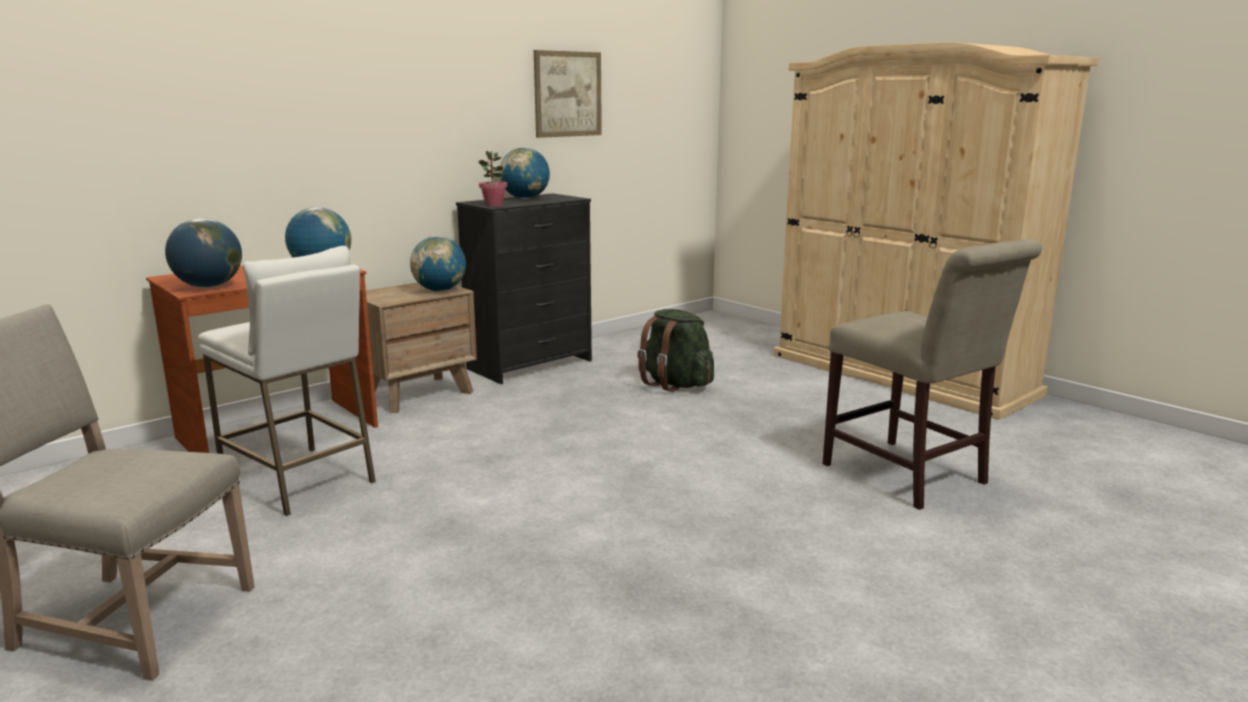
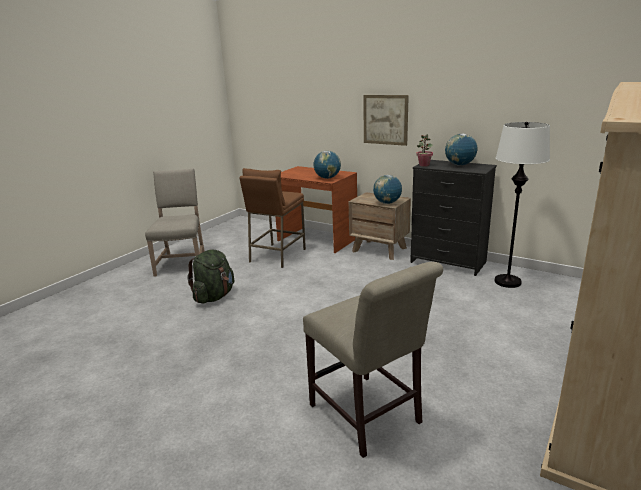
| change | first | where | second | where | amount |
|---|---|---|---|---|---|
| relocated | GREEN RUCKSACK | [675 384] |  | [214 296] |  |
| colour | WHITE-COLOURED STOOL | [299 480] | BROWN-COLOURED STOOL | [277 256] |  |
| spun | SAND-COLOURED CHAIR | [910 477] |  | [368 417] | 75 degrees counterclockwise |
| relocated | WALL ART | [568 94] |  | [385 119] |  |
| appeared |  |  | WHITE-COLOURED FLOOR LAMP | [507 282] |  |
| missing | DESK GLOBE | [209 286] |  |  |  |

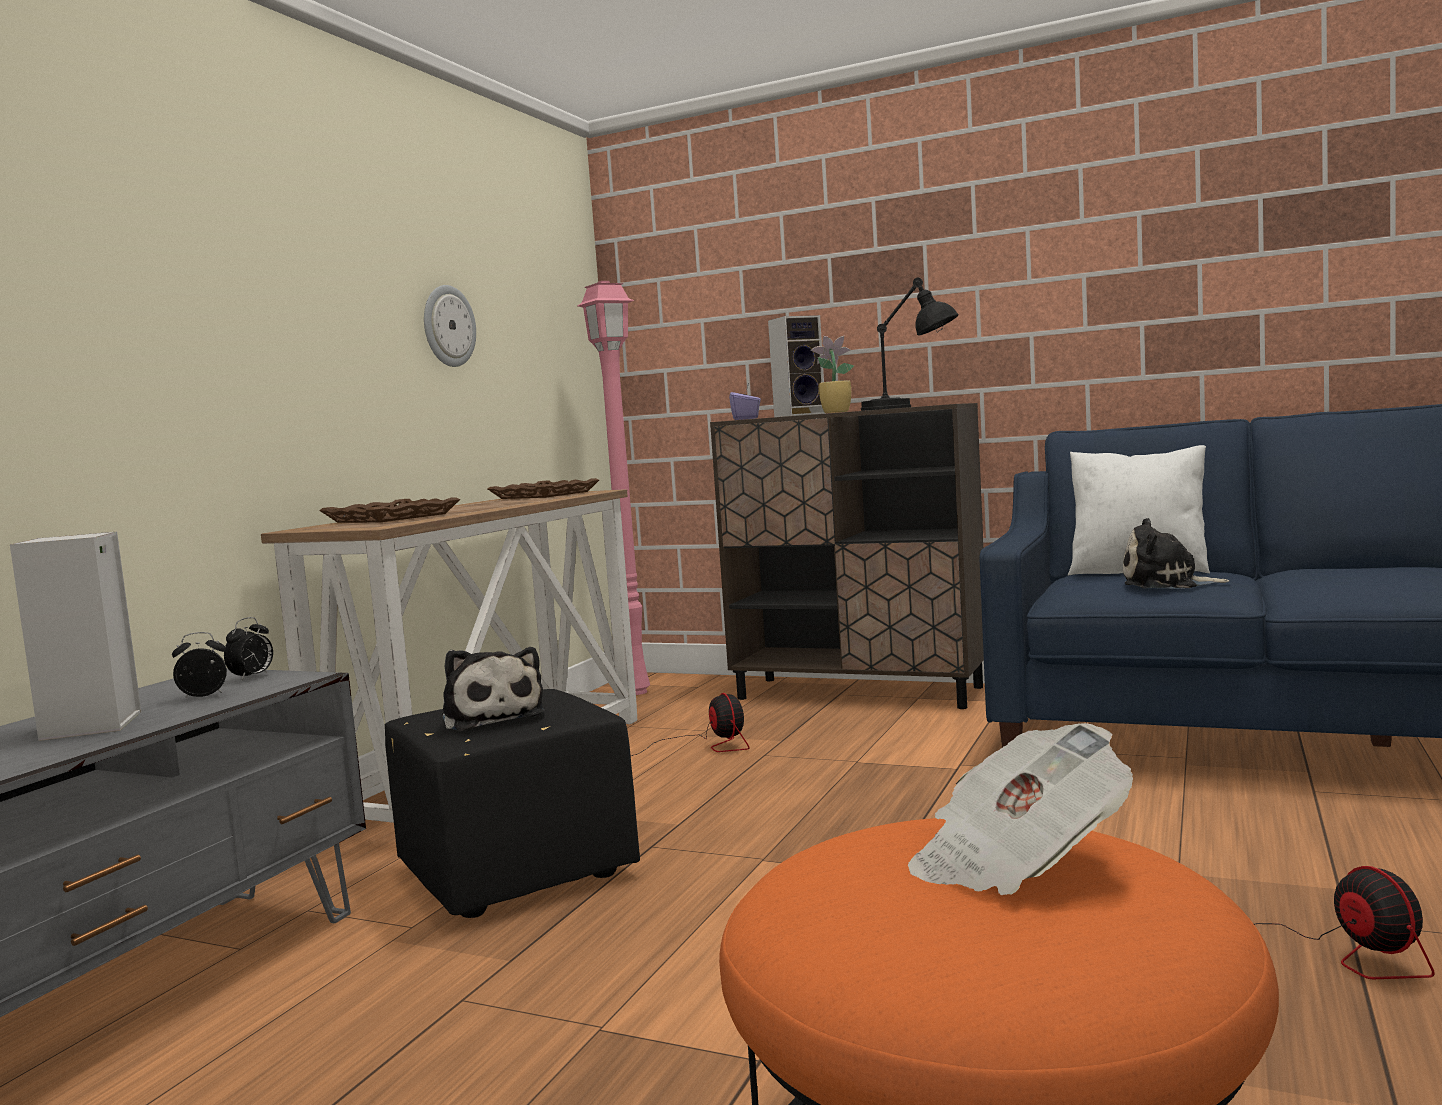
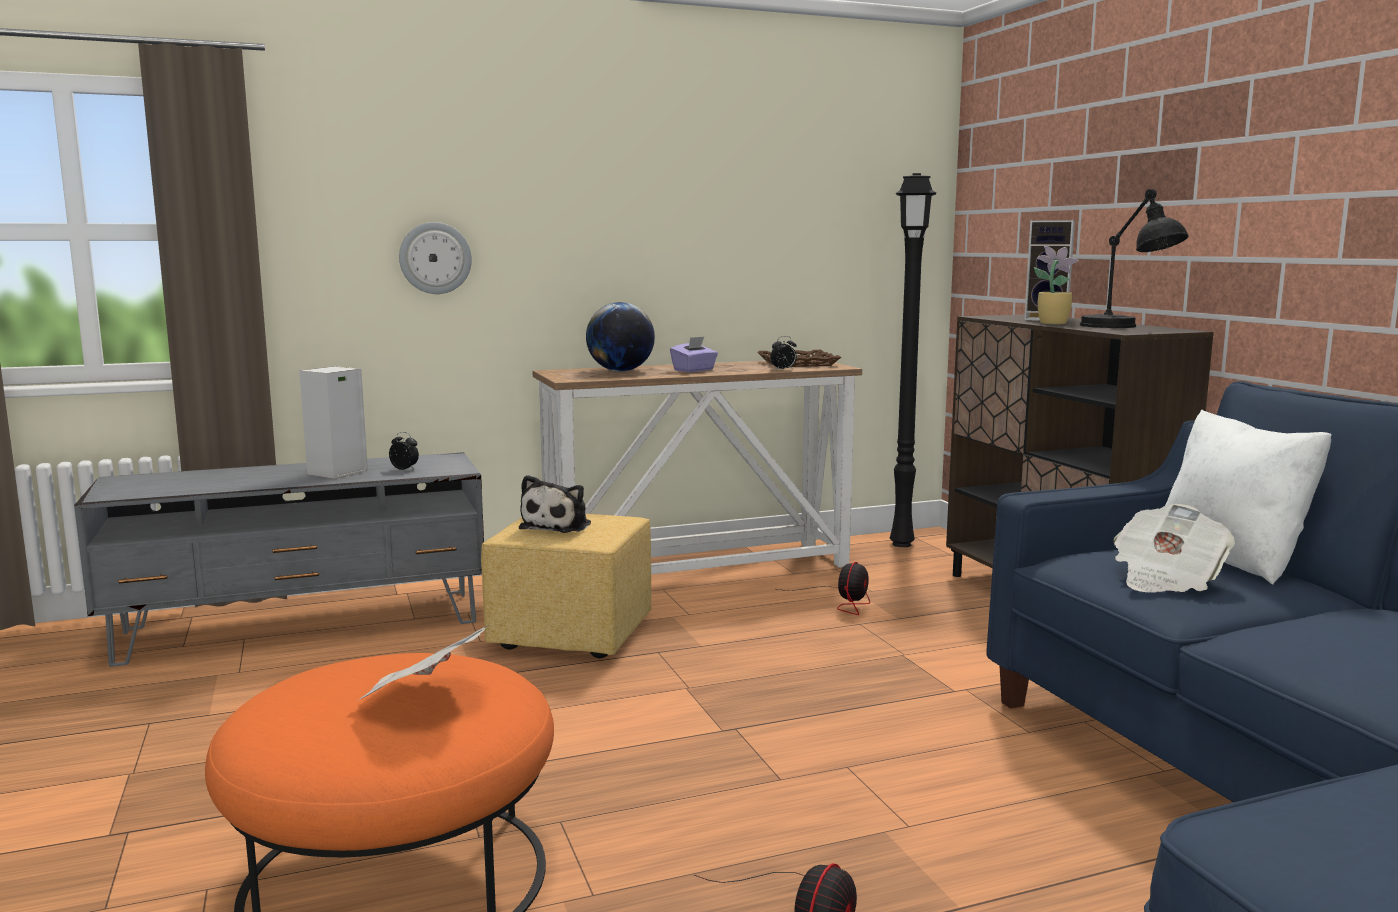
| change | first | where | second | where | amount |
|---|---|---|---|---|---|
| relocated | HANGING CLOCK | [448 326] |  | [435 258] |  |
| colour | BLACKISH POUFFE | [516 872] | YELLOW POUFFE | [573 635] |  |
| exchanged | BROWN-COLOURED CARRYING TRAY | [392 518] | DESK GLOBE | [620 371] |  |
| relocated | PURPLE TISSUE HOLDER | [746 419] |  | [694 370] |  |
| relocated | ALARM CLOCK | [252 677] |  | [783 370] |  |
| colour | PINK FLOOR LAMP | [637 691] | BLACKISH FLOOR LAMP | [903 544] |  |
| exchanged | SOFT TOY | [1166 584] | PRINTED PAPER | [1166 579] |  |

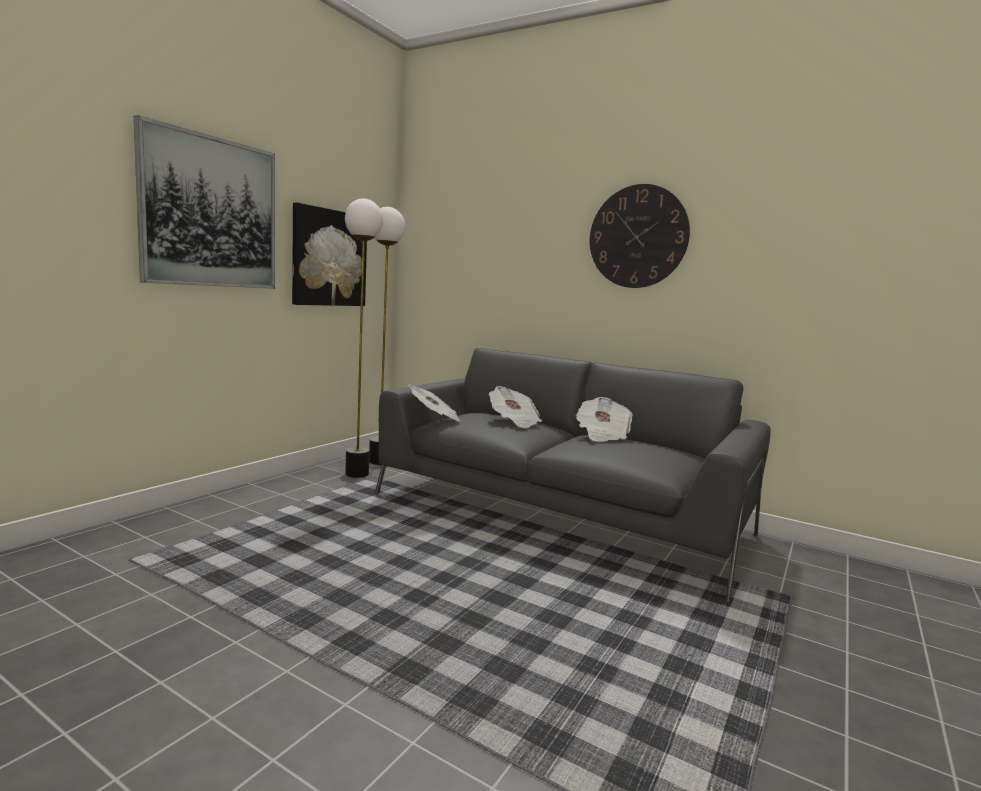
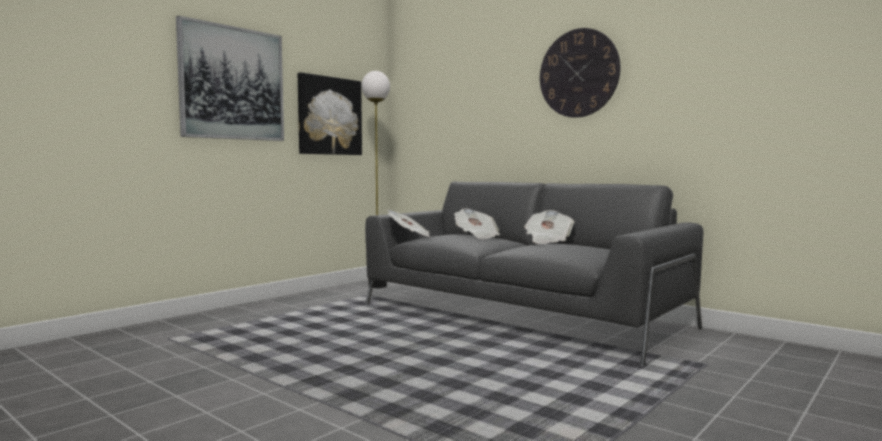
| change | first | where | second | where | amount |
|---|---|---|---|---|---|
| missing | FLOOR LAMP | [356 474] |  |  |  |

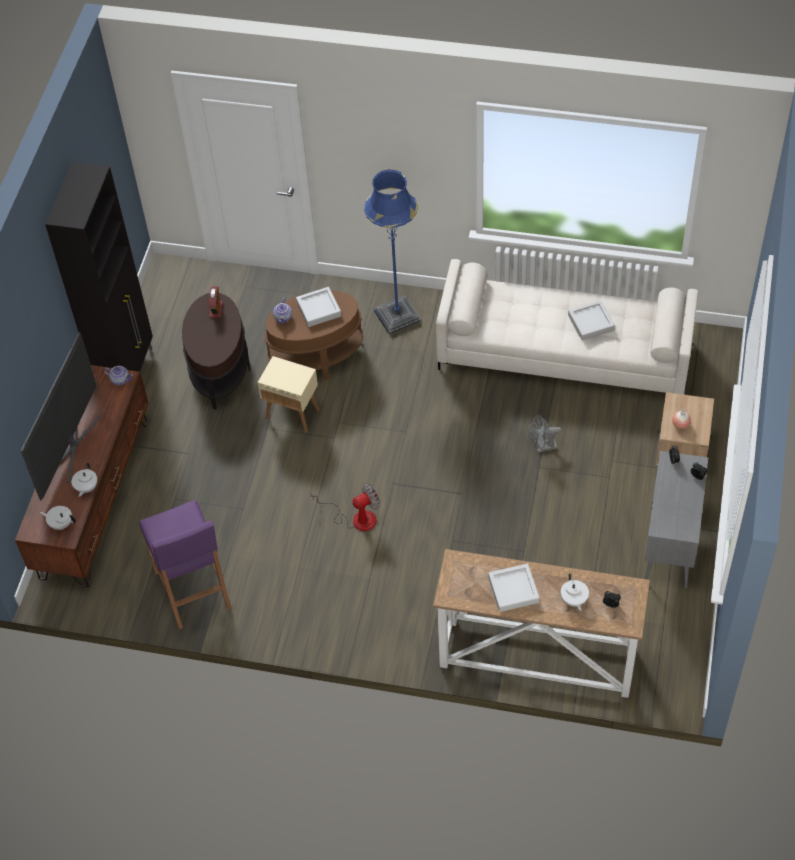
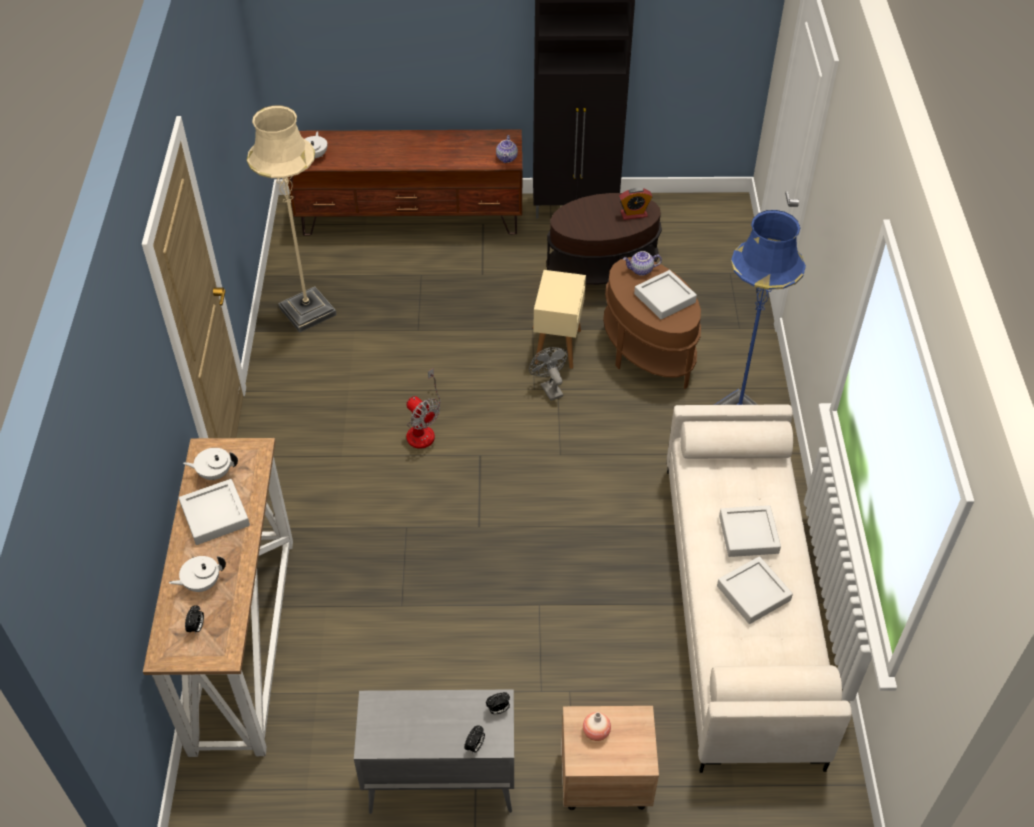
| change | first | where | second | where | amount |
|---|---|---|---|---|---|
| relocated | WHITE-COLOURED POT FOR TEA | [86 487] |  | [214 473] |  |
| exchanged | PURPLE STOOL | [193 590] | SAND-COLOURED FLOOR LAMP | [307 311] |  |
| relocated | GREY ELECTRIC FAN | [542 447] |  | [549 388] |  |
| appeared |  |  | GREY CARRYING TRAY | [748 534] |  |
| missing | TV | [71 446] |  |  |  |

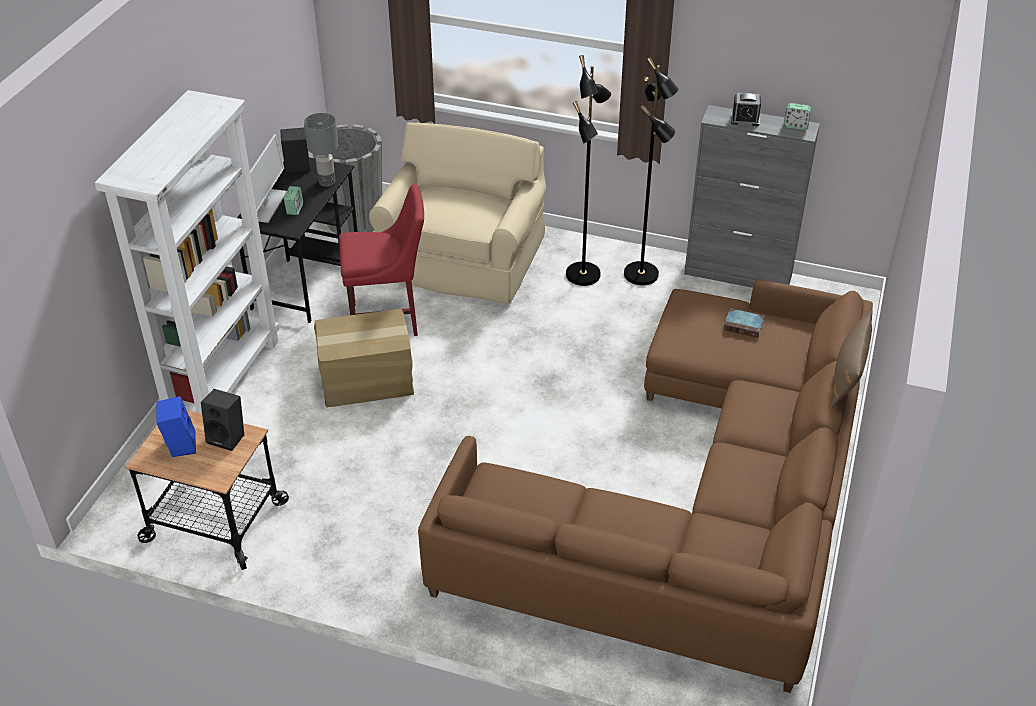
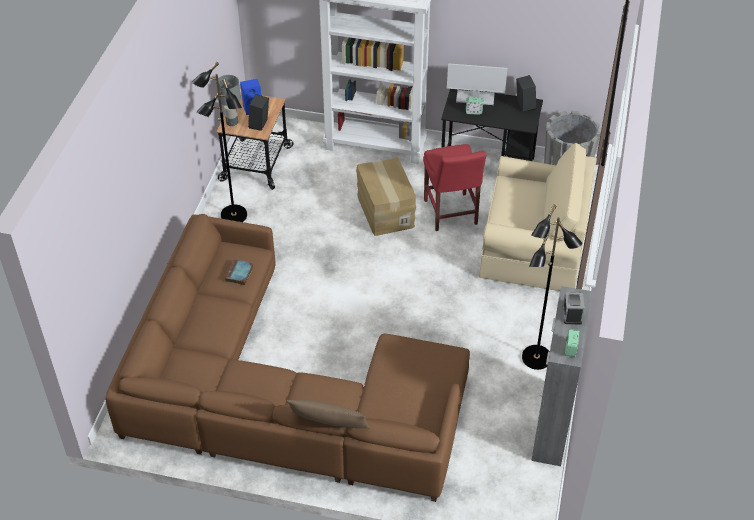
| change | first | where | second | where | amount |
|---|---|---|---|---|---|
| relocated | BLACKISH FLOOR LAMP | [584 275] |  | [233 216] |  |
| relocated | GREY TABLETOP LAMP | [326 182] |  | [232 122] |  |
| relocated | BOUND BOOK | [744 326] |  | [239 274] |  |

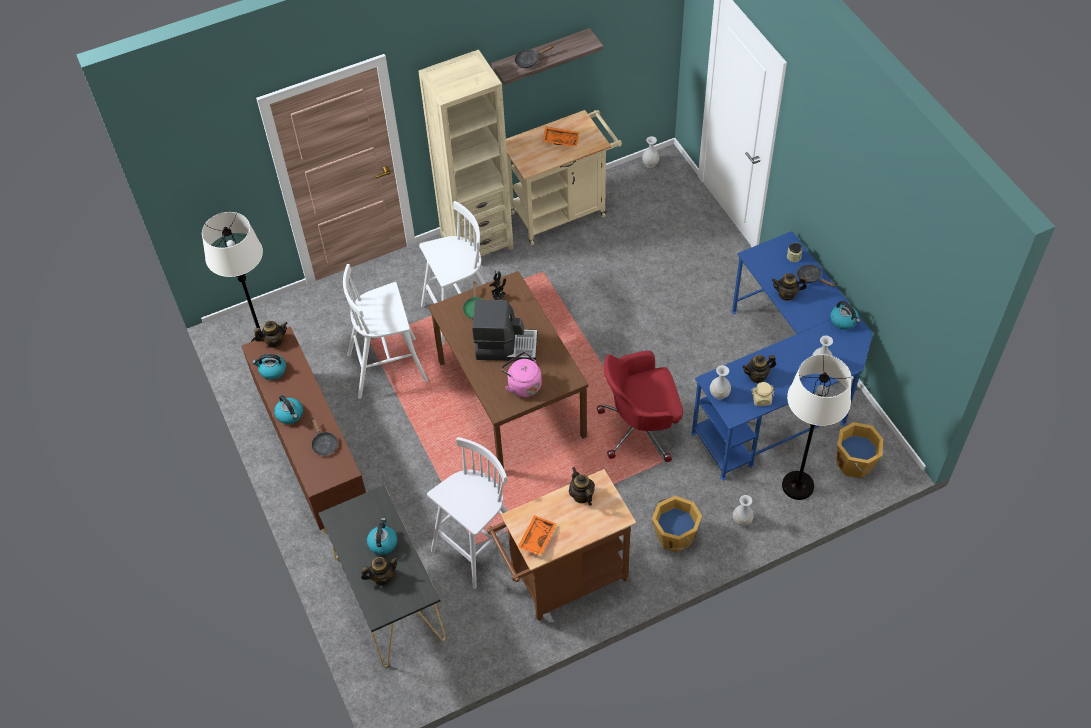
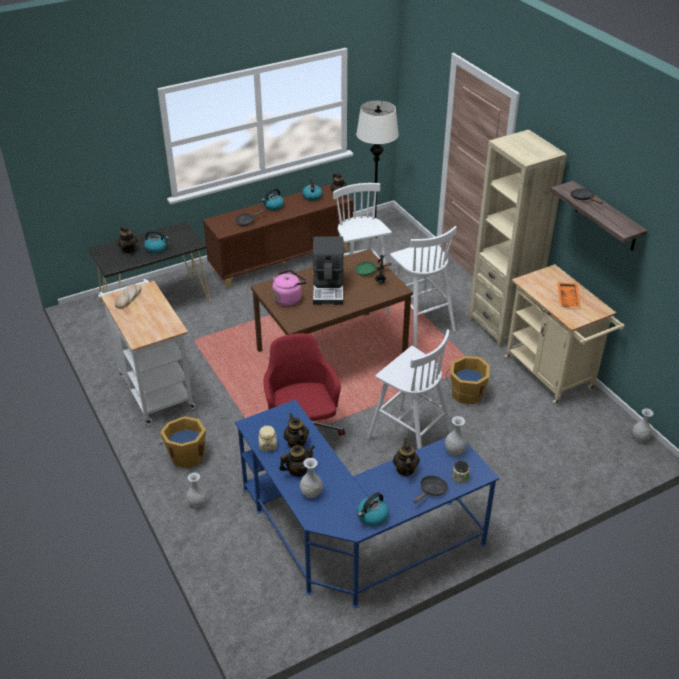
| change | first | where | second | where | amount |
|---|---|---|---|---|---|
| colour | BROWN-COLOURED TROLLEY | [562 581] | WHITE-COLOURED TROLLEY | [154 388] |  |
| exchanged | ORANGE CARRYING TRAY | [536 538] | BREAD | [128 298] |  |
| relocated | POT FOR TEA | [581 495] |  | [297 470] |  |
| relocated | WHITE-COLOURED STOOL | [478 546] |  | [409 438] |  |
| relocated | ORANGE BUCKET | [855 462] |  | [467 394] |  |
| relocated | WHITE-COLOURED VASE | [719 394] |  | [454 450] |  |
| missing | WHITE-COLOURED FLOOR LAMP | [797 486] |  |  |  |

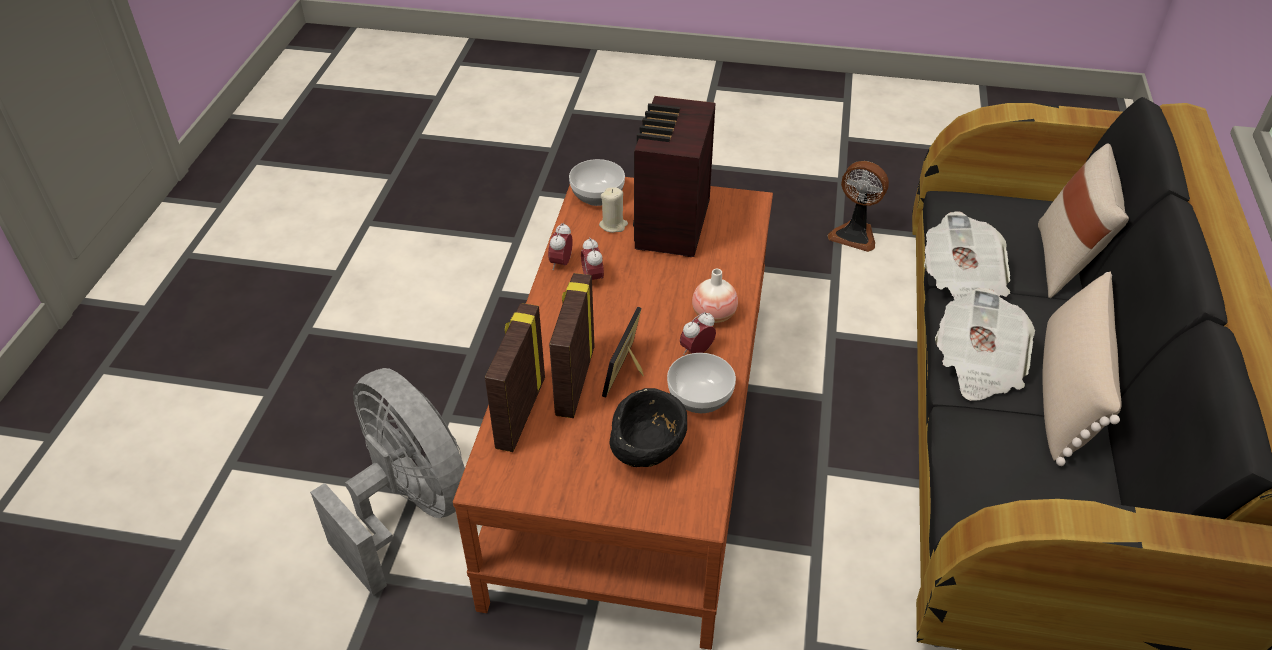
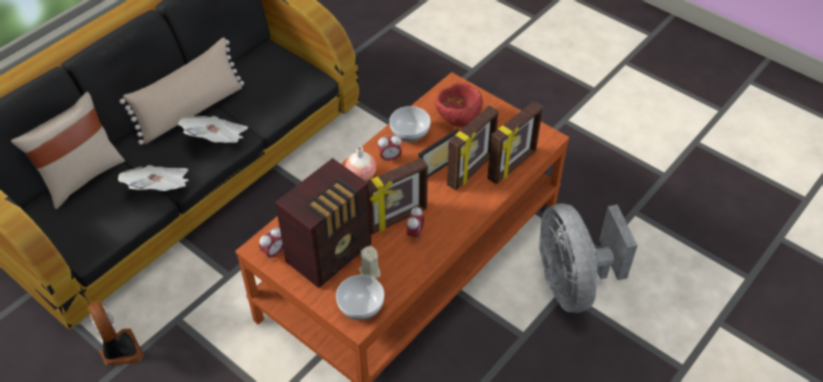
| change | first | where | second | where | amount |
|---|---|---|---|---|---|
| relocated | ALARM CLOCK | [561 263] |  | [274 253] |  |
| appeared |  |  | PHOTO FRAME | [396 219] |  |
| colour | BLACKISH BOWL | [648 453] | RED BOWL | [457 119] |  |

